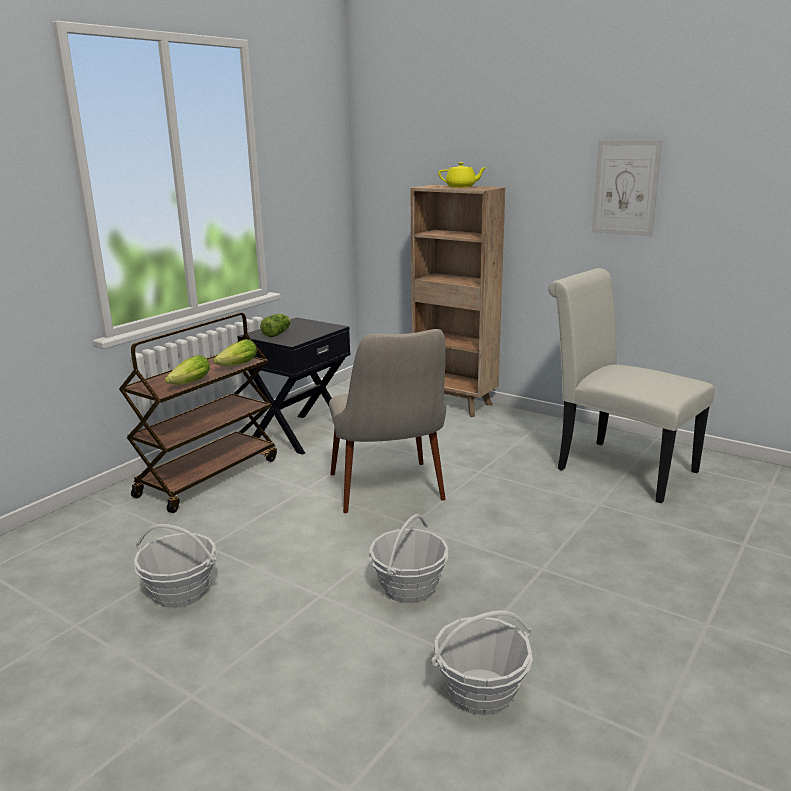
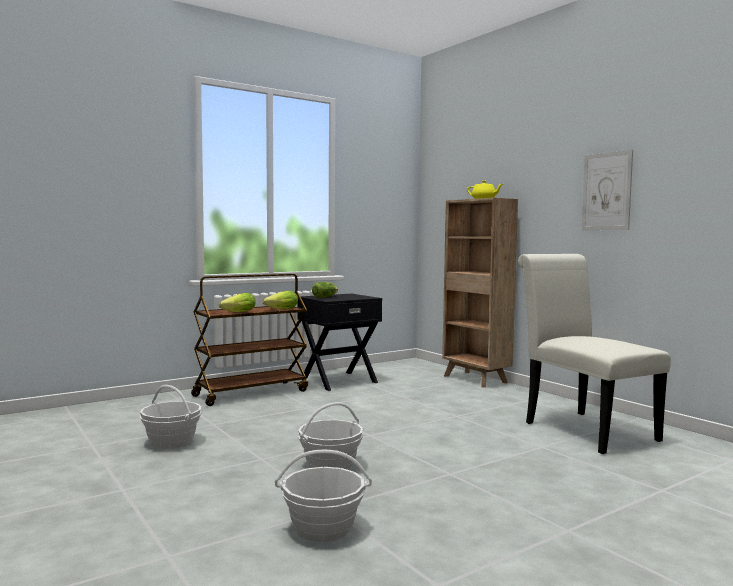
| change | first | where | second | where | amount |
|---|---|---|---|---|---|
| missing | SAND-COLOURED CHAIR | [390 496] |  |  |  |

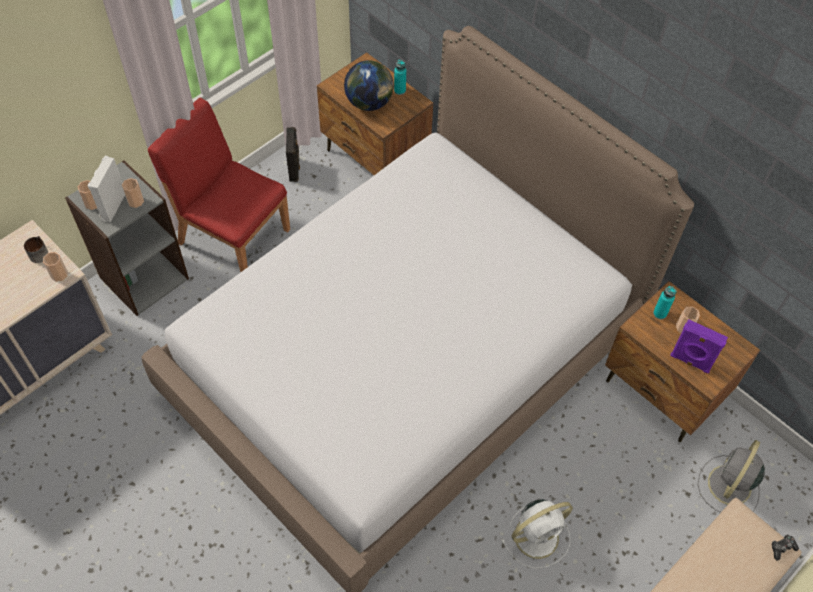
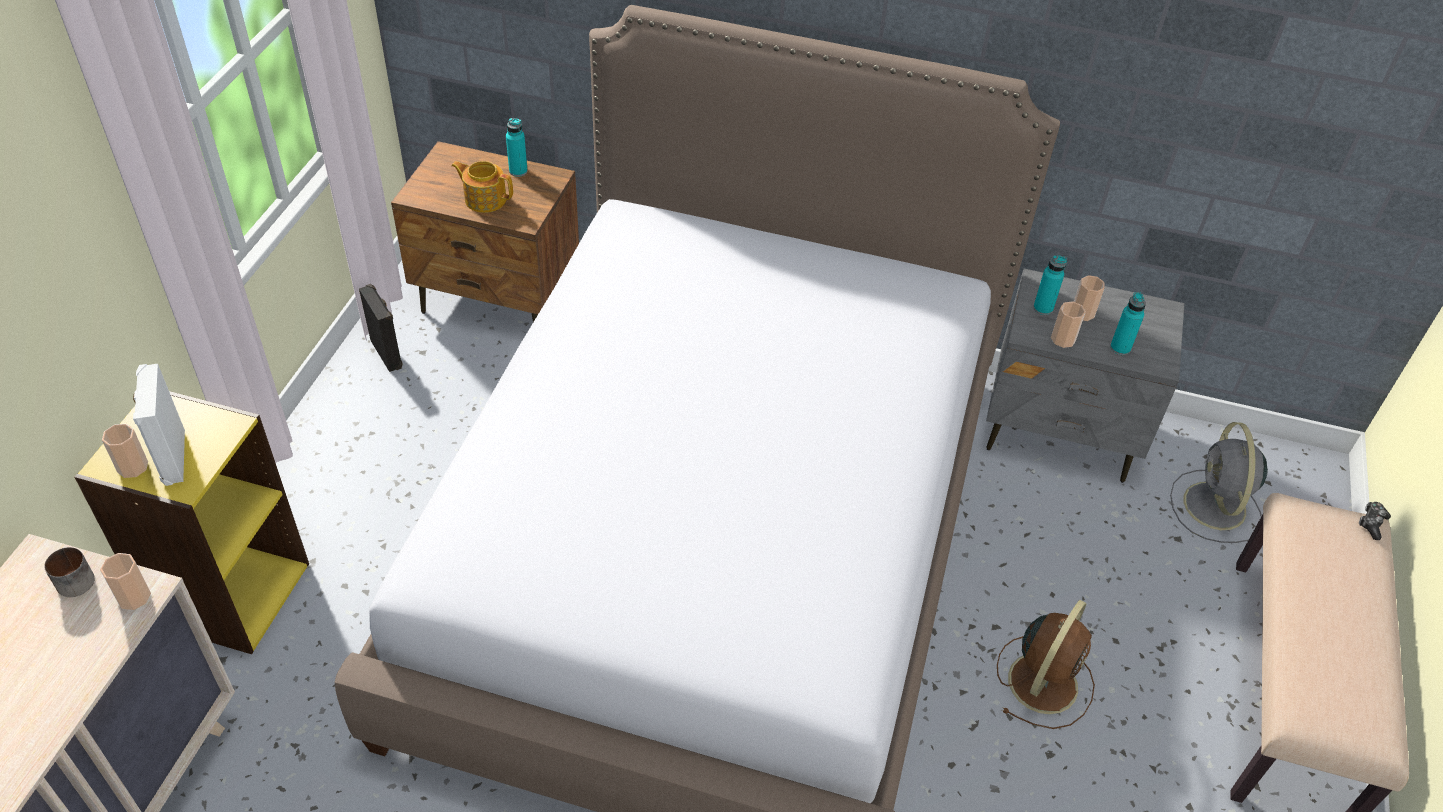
| change | first | where | second | where | amount |
|---|---|---|---|---|---|
| colour | GREY SHELVING UNIT | [144 277] | YELLOW SHELVING UNIT | [230 592] |  |
| exchanged | DESK GLOBE | [369 103] | POT FOR TEA | [485 199] |  |
| colour | BROWN-COLOURED BEDSIDE TABLE | [662 391] | GREY BEDSIDE TABLE | [1061 432] |  |
| colour | WHITE-COLOURED ELECTRIC FAN | [538 536] | BROWN-COLOURED ELECTRIC FAN | [1044 680] |  |
| relocated | CUP | [135 201] |  | [1063 339] |  |
| exchanged | PURPLE AUDIO SPEAKER | [690 361] | TURQUOISE BEVERAGE BOTTLE | [1120 348] |  |
| missing | RED CHAIR | [233 235] |  |  |  |

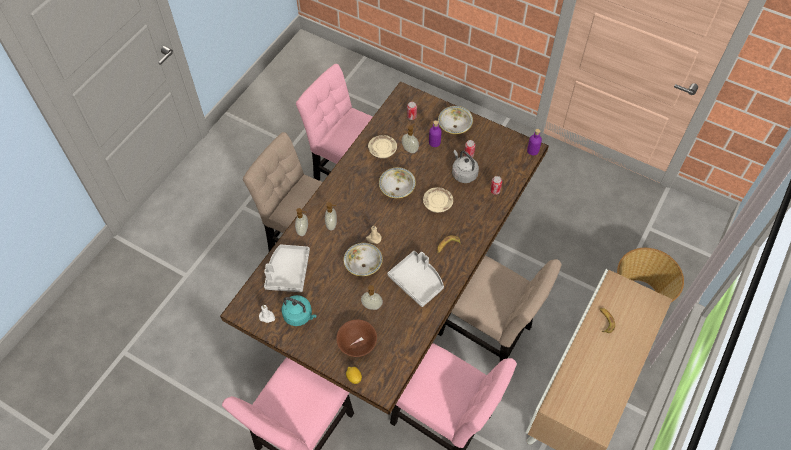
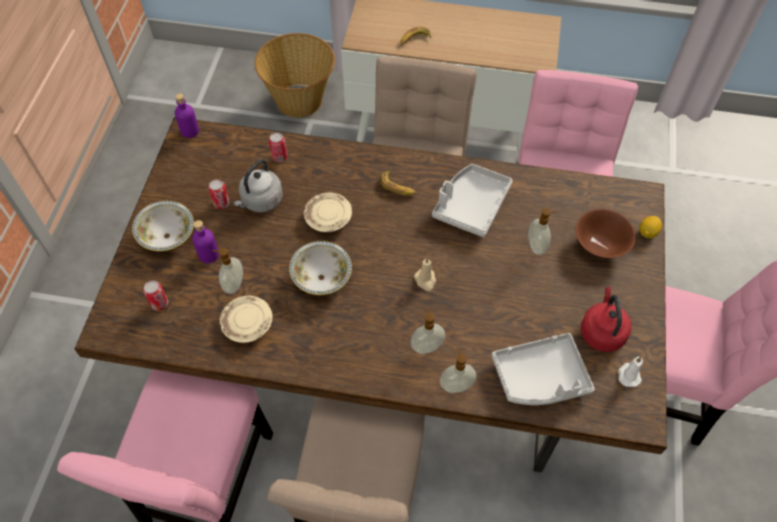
| change | first | where | second | where | amount |
|---|---|---|---|---|---|
| colour | TURQUOISE WATER KETTLE | [299 315] | RED WATER KETTLE | [601 331] |  |
| missing | BOWL | [363 265] |  |  |  |

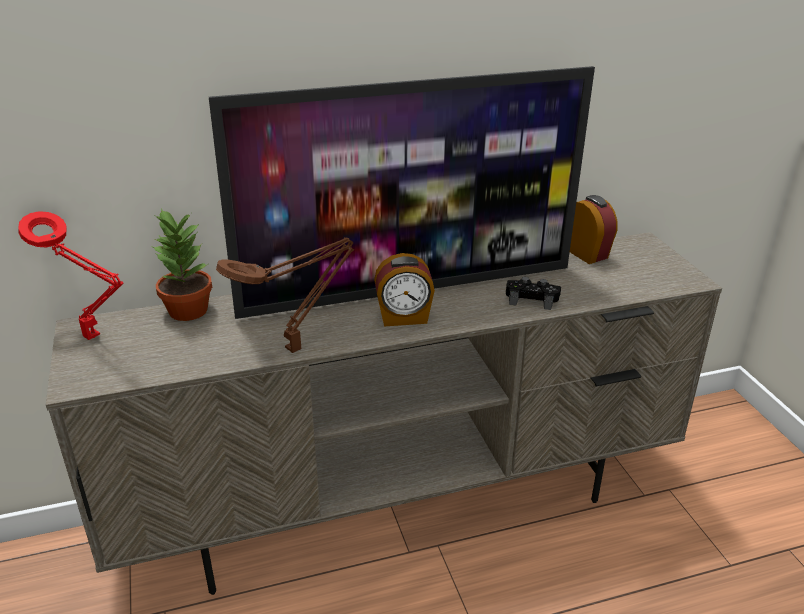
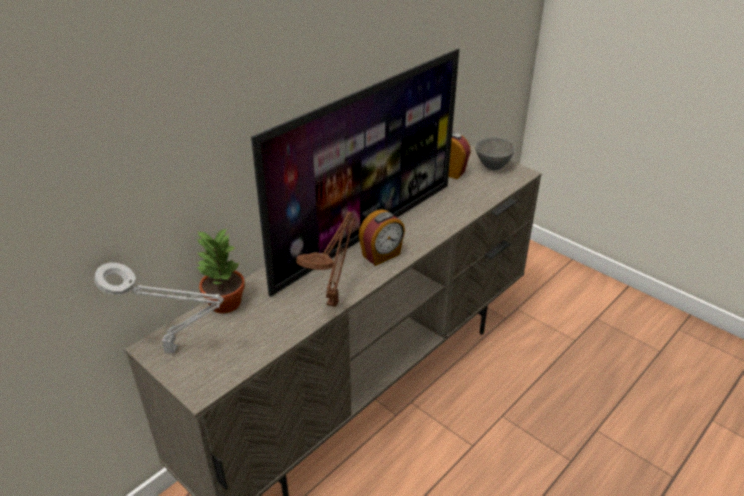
| change | first | where | second | where | amount |
|---|---|---|---|---|---|
| colour | RED TABLETOP LAMP | [94 338] | GREY TABLETOP LAMP | [175 351] |  |
| appeared |  |  | GREY BOWL | [492 166] |  |
| missing | BLACKISH JOYPAD | [532 298] |  |  |  |

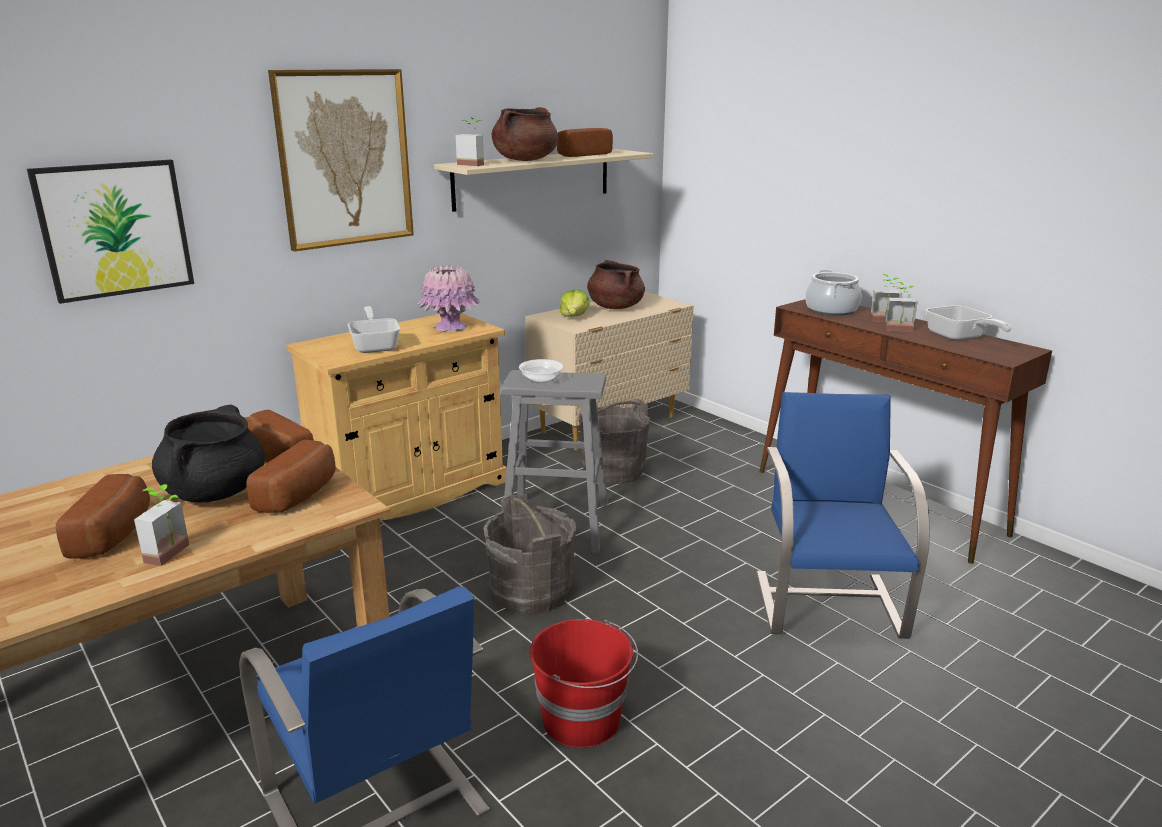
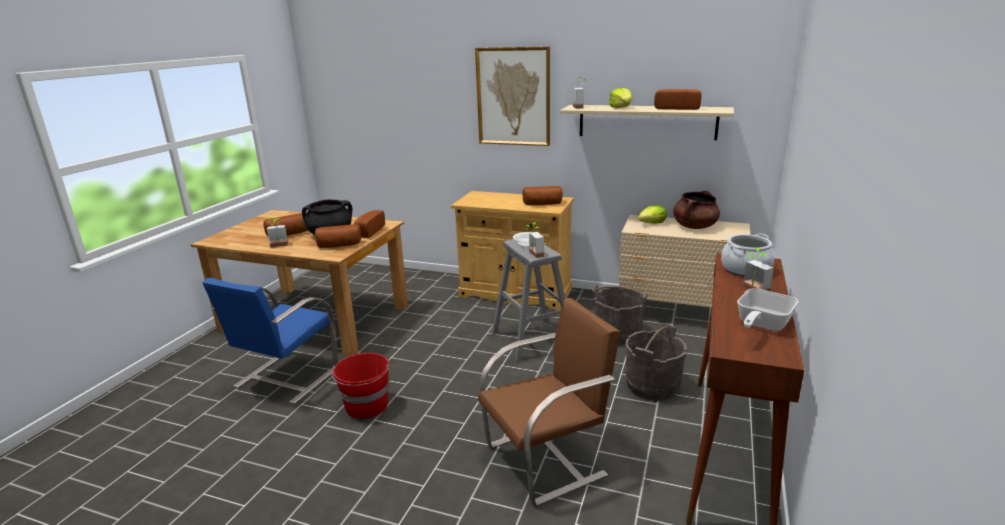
| change | first | where | second | where | amount |
|---|---|---|---|---|---|
| colour | BLUISH CHAIR | [828 603] | BROWN-COLOURED CHAIR | [547 459] |  |
| exchanged | PINK VASE | [450 327] | BREAD | [543 204] |  |
| relocated | HOUSEPLANT | [899 330] |  | [533 254] |  |
| exchanged | BROWN-COLOURED SAUCEPOT | [525 160] | LETTUCE HEAD | [621 108] |  |
| relocated | GREY BUCKET | [531 592] |  | [652 386] |  |
| missing | WALL ART | [115 229] |  |  |  |
| missing | FRYING PAN | [375 345] |  |  |  |

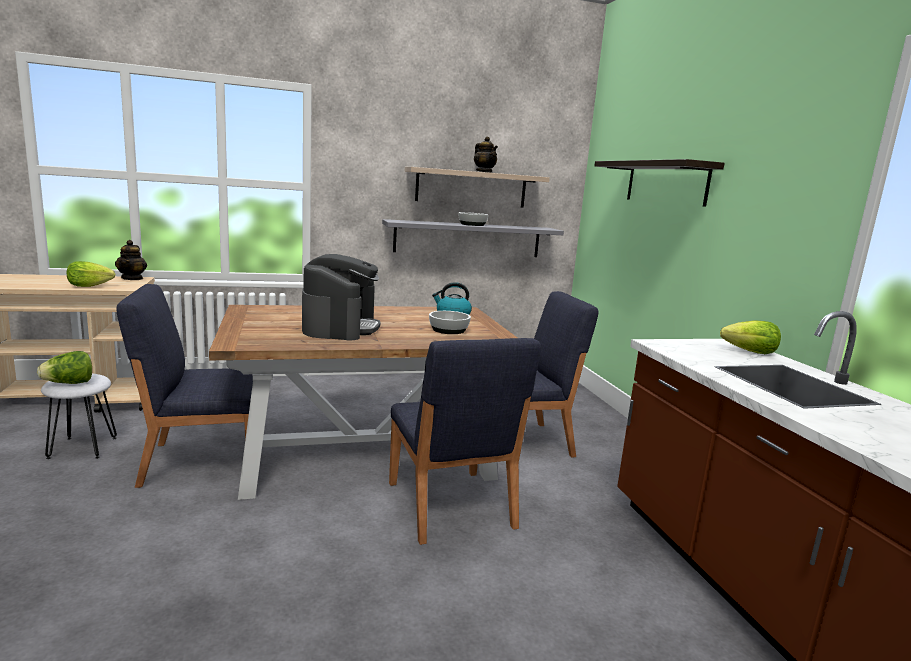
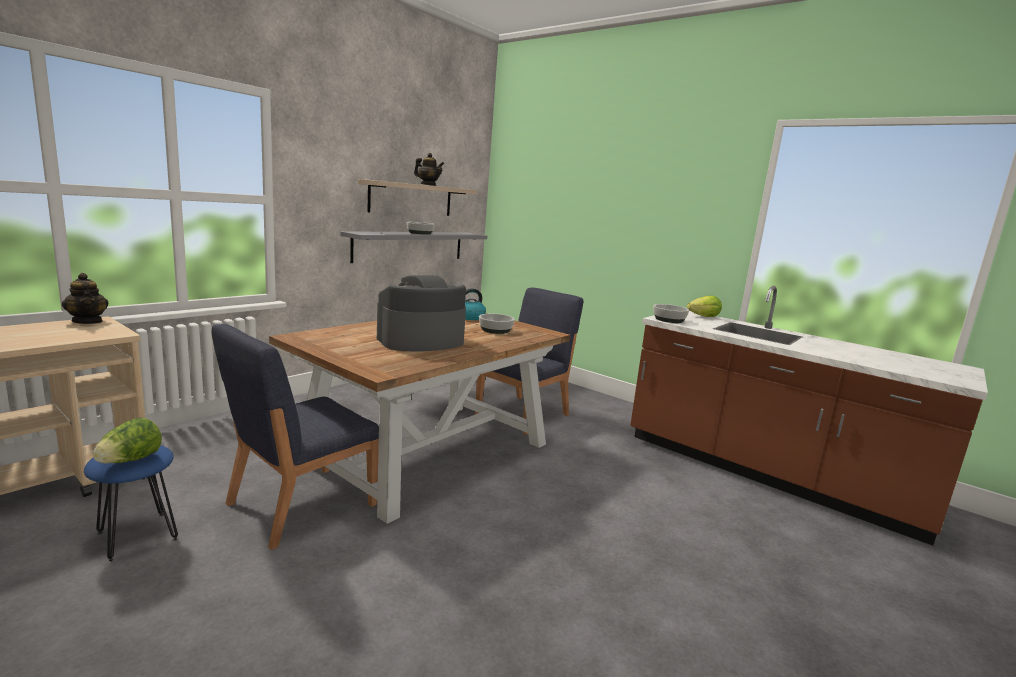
| change | first | where | second | where | amount |
|---|---|---|---|---|---|
| colour | WHITE-COLOURED STOOL | [83 447] | BLUISH STOOL | [137 535] |  |
| spun | COFFEE MAKER | [340 327] |  | [420 341] | 90 degrees counterclockwise |
| appeared |  |  | BOWL | [668 320] |  |
| missing | LETTUCE HEAD | [89 286] |  |  |  |
| missing | BLUISH CHAIR | [450 506] |  |  |  |
| missing | WALL SHELF | [666 183] |  |  |  |

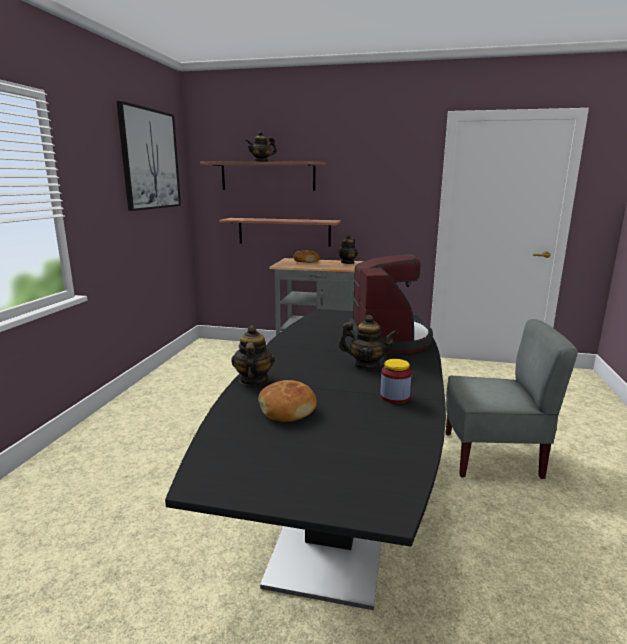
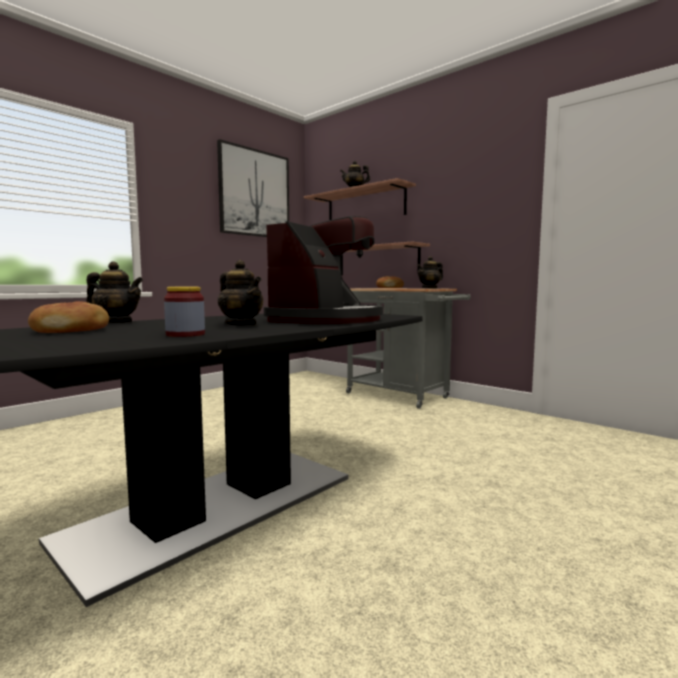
| change | first | where | second | where | amount |
|---|---|---|---|---|---|
| spun | POT FOR TEA | [253 380] |  | [116 323] | 75 degrees clockwise |
| missing | GREY CHAIR | [492 456] |  |  |  |

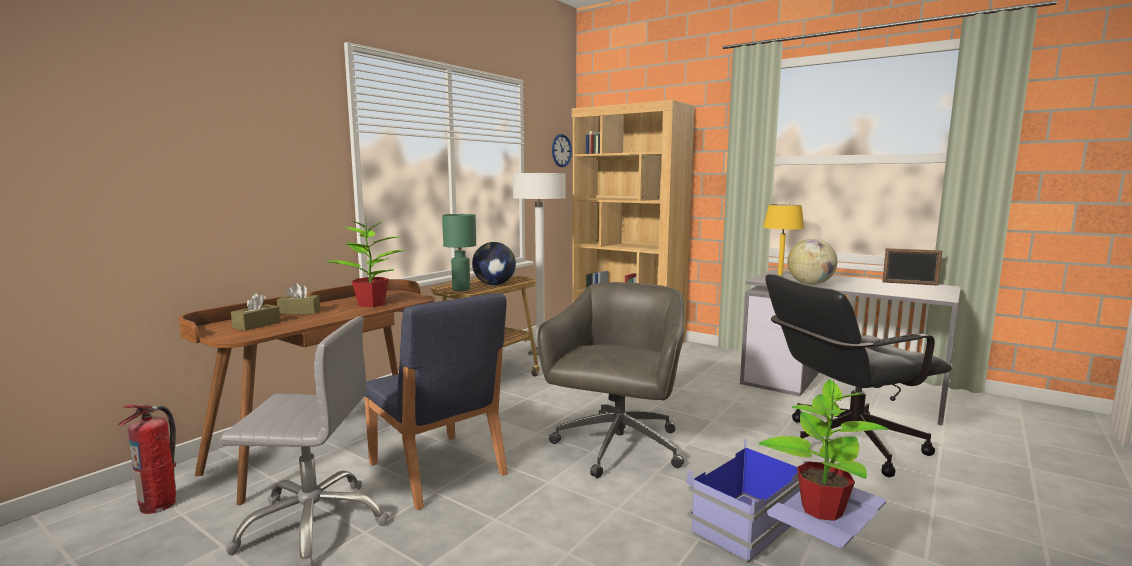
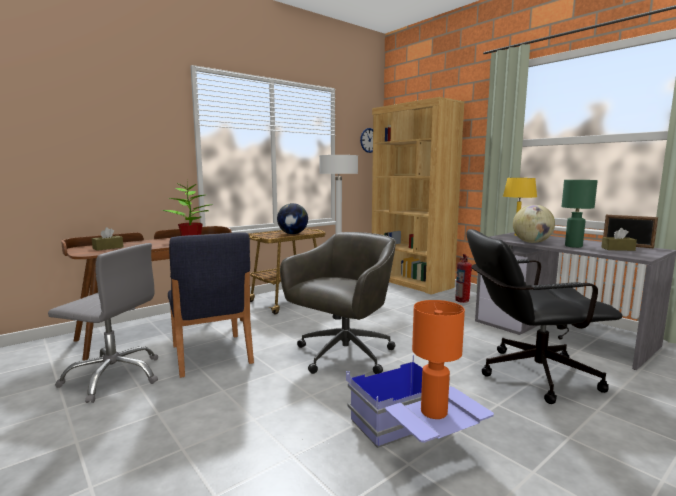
| change | first | where | second | where | amount |
|---|---|---|---|---|---|
| exchanged | HOUSEPLANT | [821 509] | ORANGE TABLETOP LAMP | [434 412] |  |
| relocated | EXTINGUISHER | [159 505] |  | [462 300] |  |
| relocated | GREEN TABLETOP LAMP | [461 289] |  | [573 246] |  |
| relocated | BROWN-COLOURED TISSUE HOLDER | [299 312] |  | [618 249] |  |

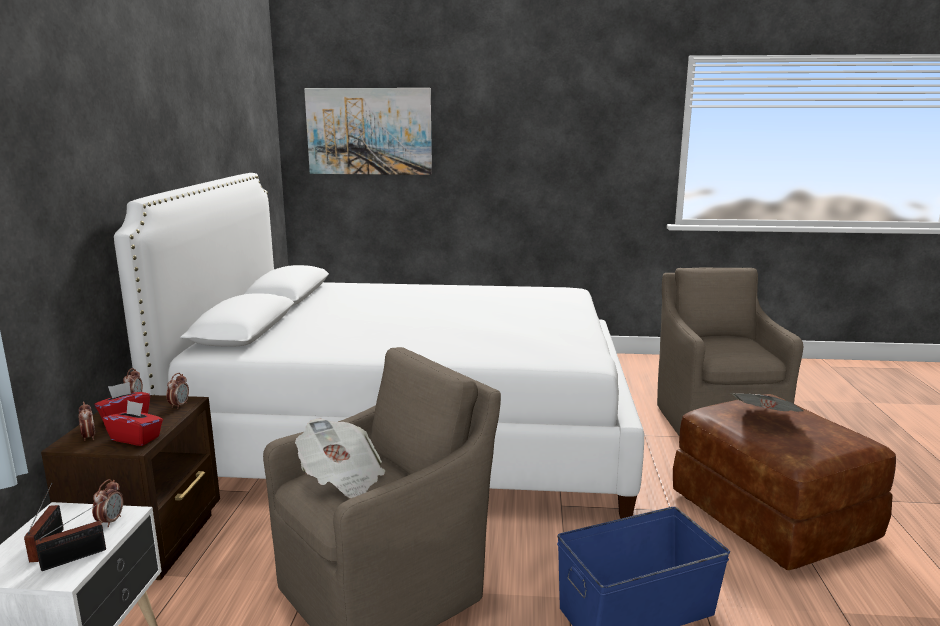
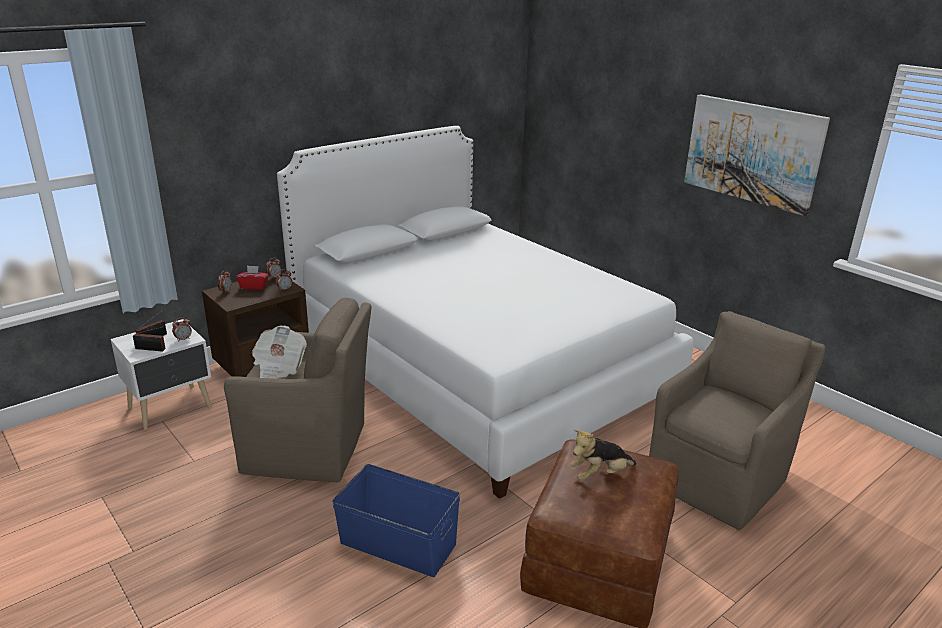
| change | first | where | second | where | amount |
|---|---|---|---|---|---|
| exchanged | PRINTED PAPER | [765 420] | SOFT TOY | [600 474] |  |
| relocated | WALL ART | [369 131] |  | [752 152] |  |
| missing | RED TISSUE HOLDER | [136 438] |  |  |  |

